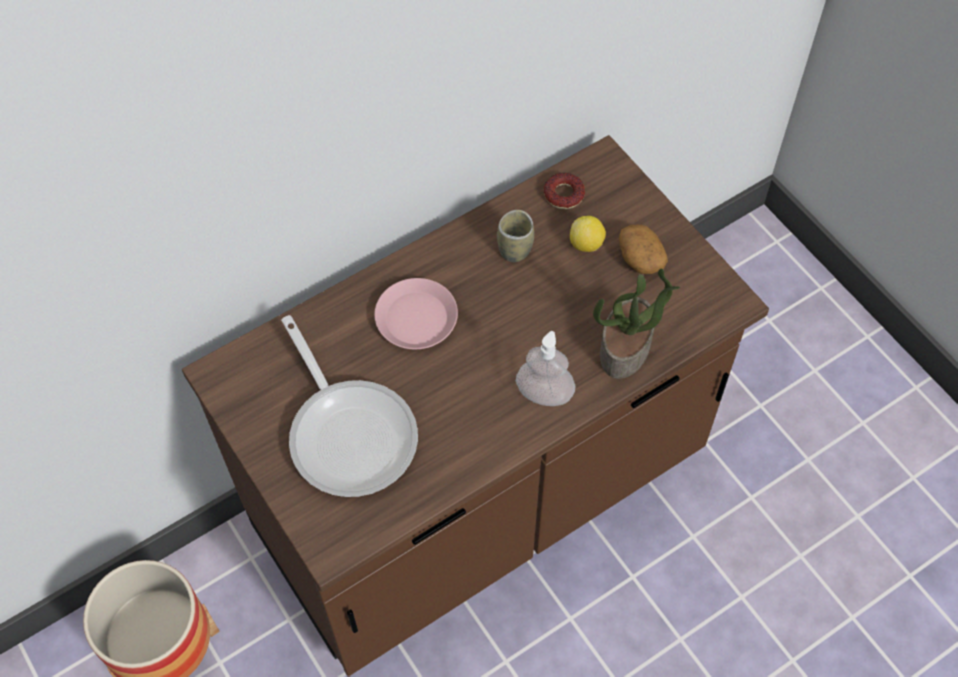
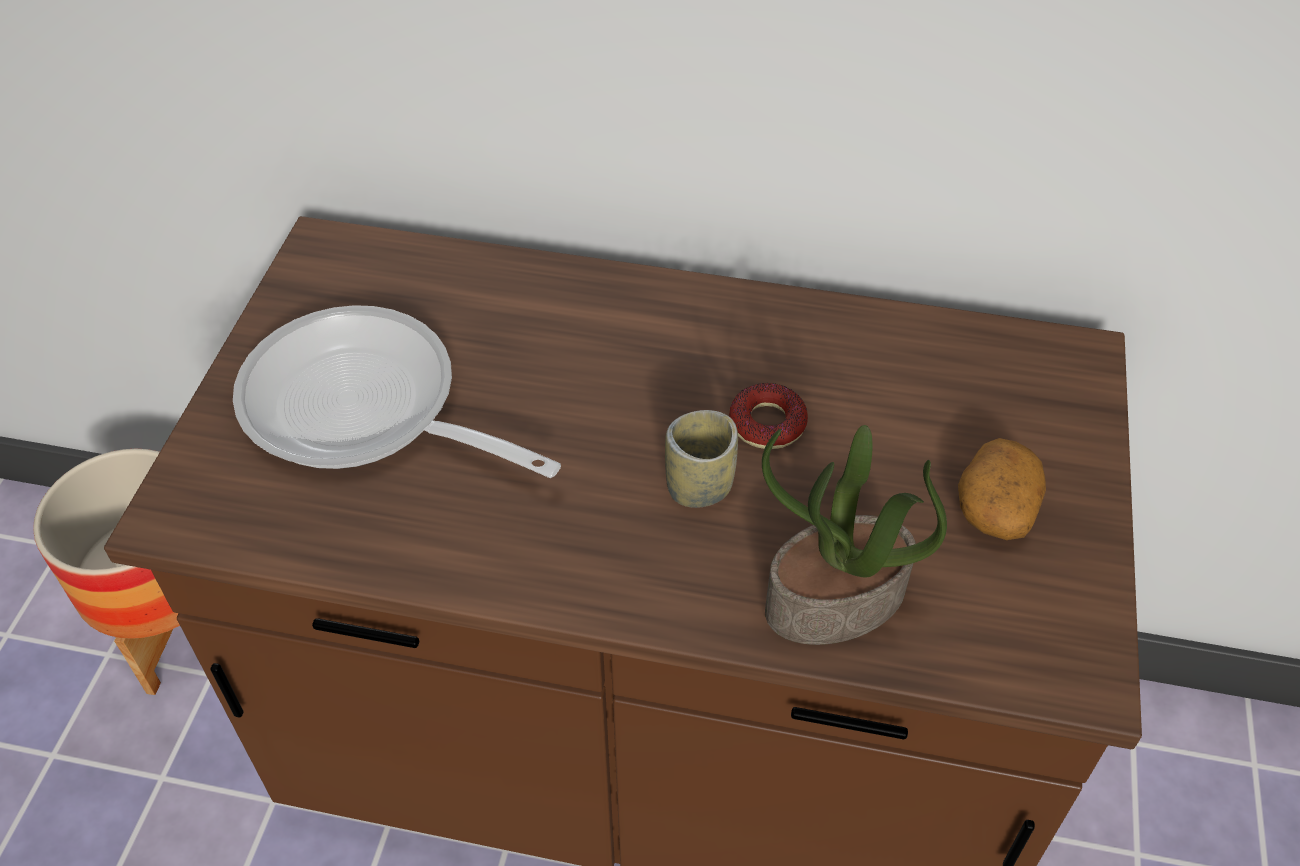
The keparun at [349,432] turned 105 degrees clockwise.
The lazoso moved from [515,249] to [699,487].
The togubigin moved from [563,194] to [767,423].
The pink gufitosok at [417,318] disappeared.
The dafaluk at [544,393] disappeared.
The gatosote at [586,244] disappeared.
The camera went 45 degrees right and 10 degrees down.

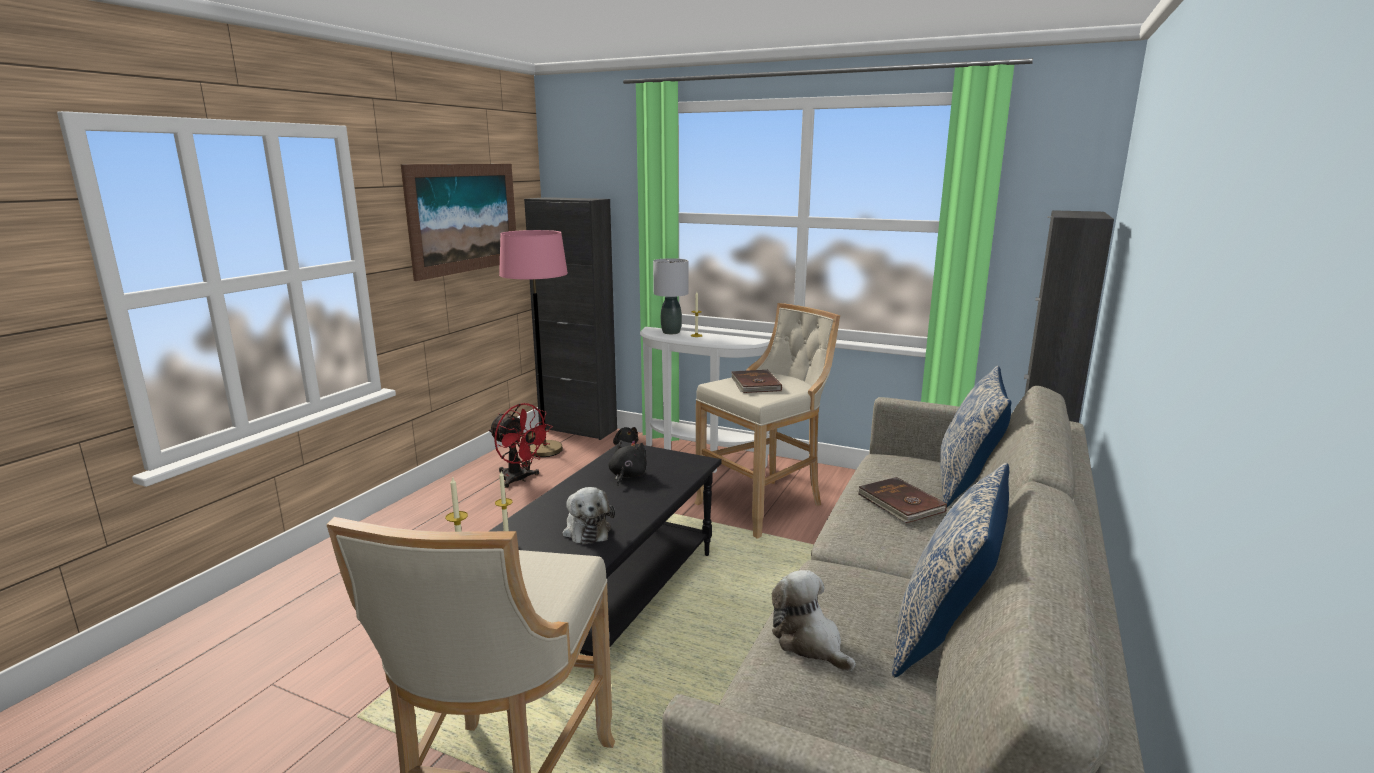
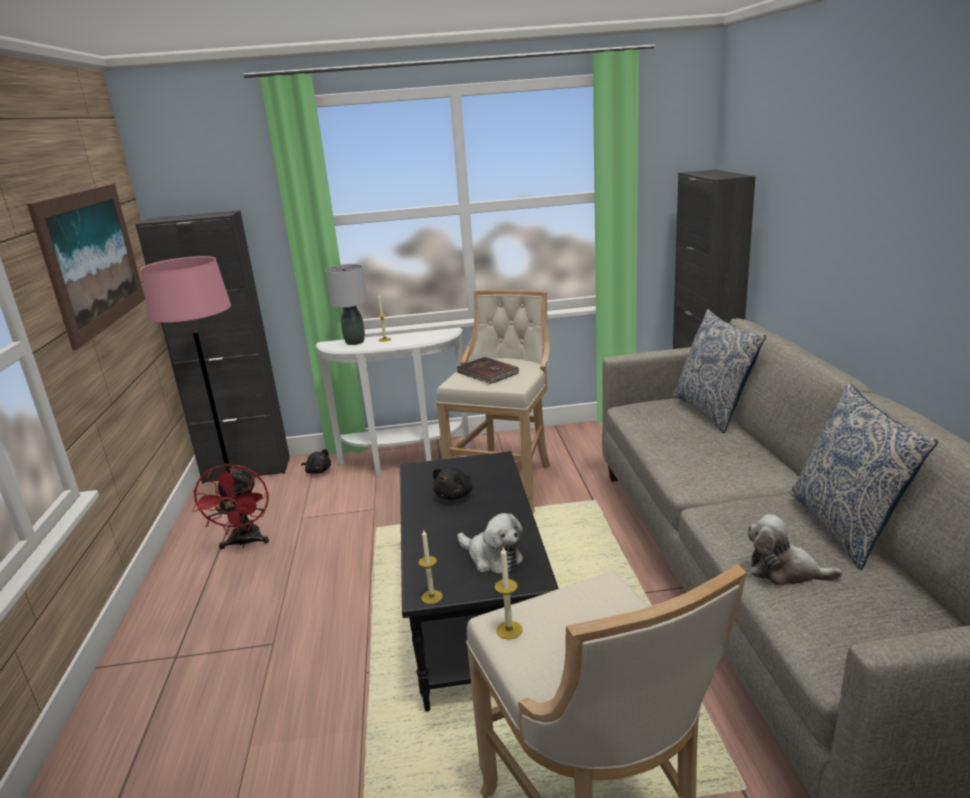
The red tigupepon at [520,479] turned 75 degrees clockwise.
The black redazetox at [627,476] turned 135 degrees counterclockwise.
The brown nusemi at [900,503] disappeared.
The camera went 30 degrees left and 5 degrees up.

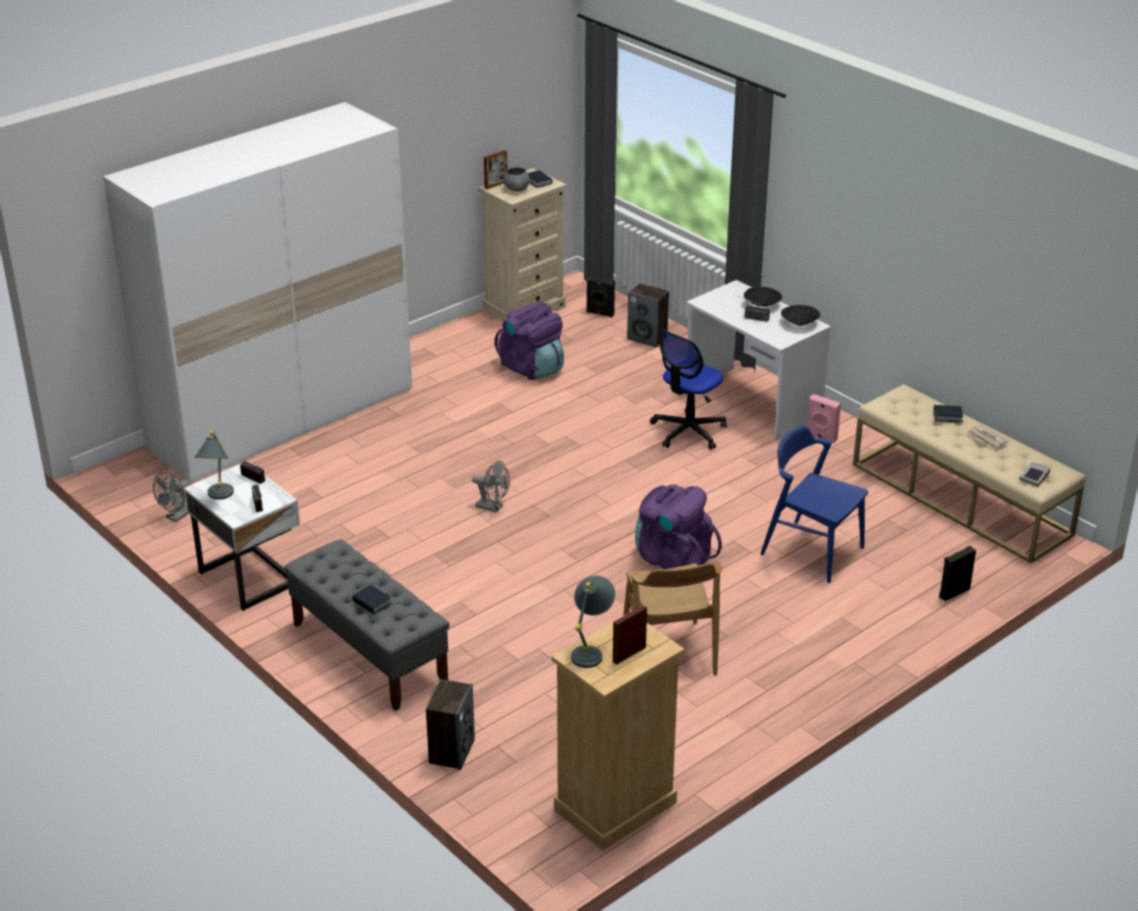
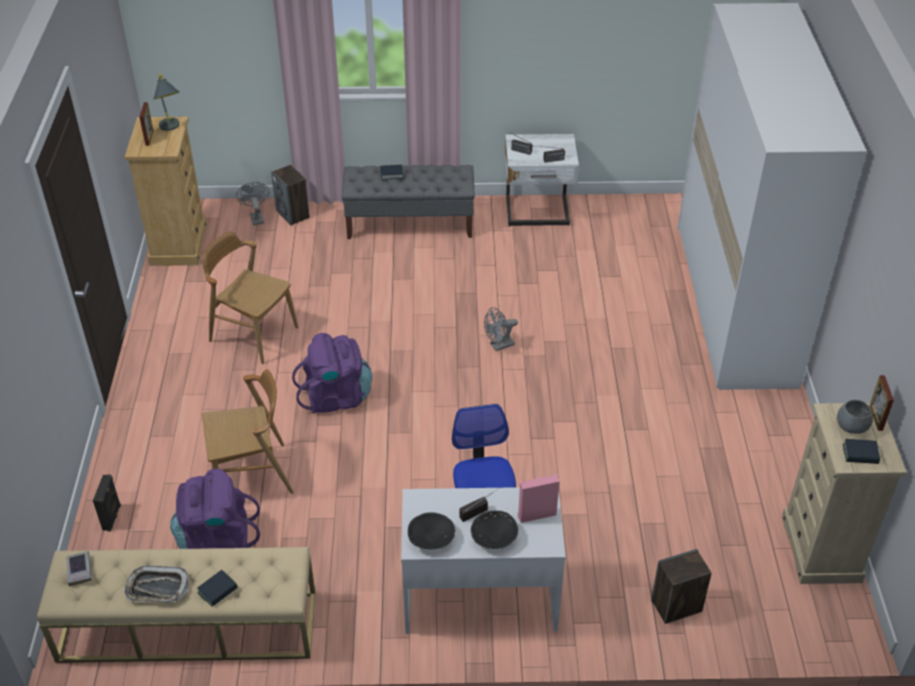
The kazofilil at [987,439] was replaced by the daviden at [157,588].
The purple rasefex moved from [532,368] to [217,539].
The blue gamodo at [812,551] became the brown gamodo at [252,475].
The grey tigupepon moved from [176,517] to [256,217].
The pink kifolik moved from [821,437] to [536,514].
The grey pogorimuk at [218,498] disappeared.
The black kifolik at [600,313] disappeared.
The camera went 130 degrees right and 10 degrees up.

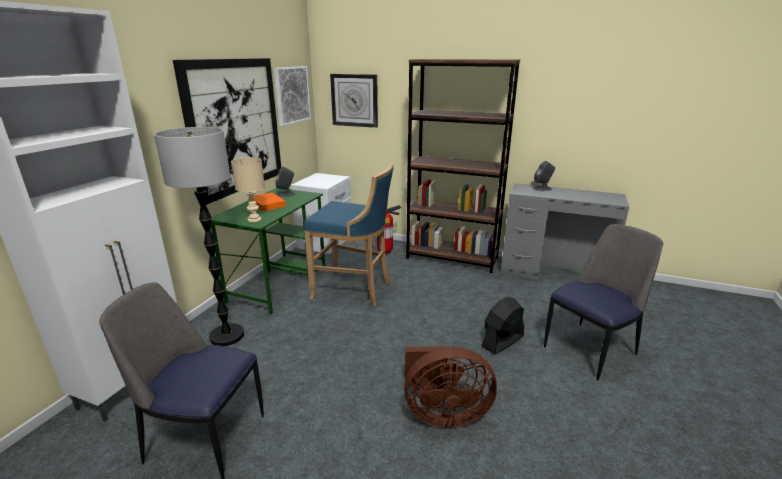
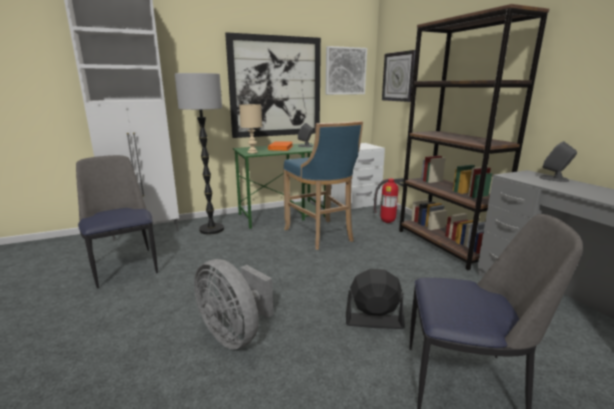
The brown tigupepon at [442,413] became the grey tigupepon at [235,334].
The camera went 45 degrees right and 5 degrees down.

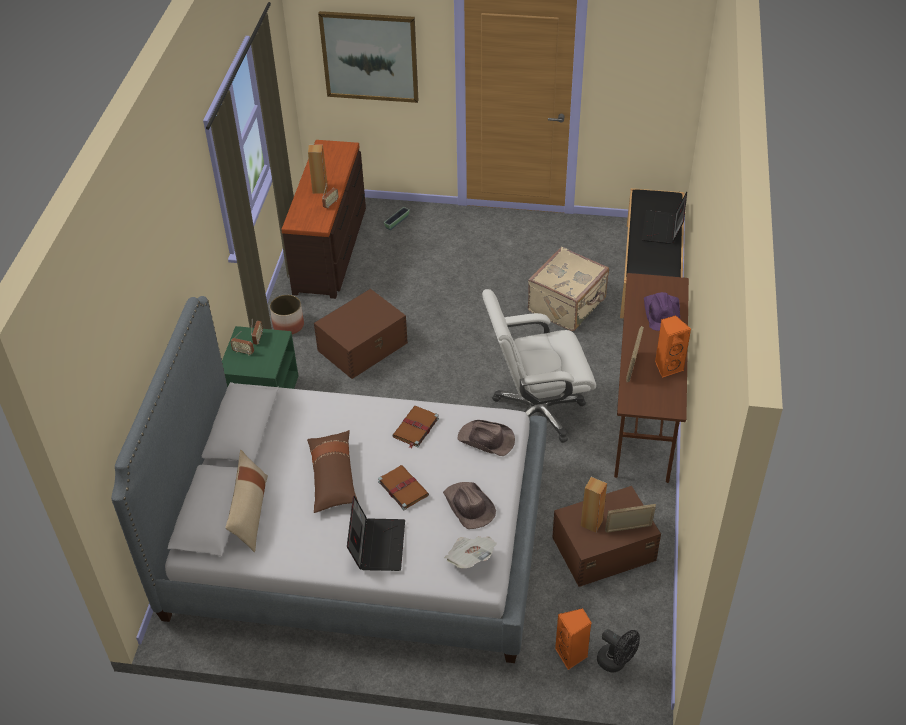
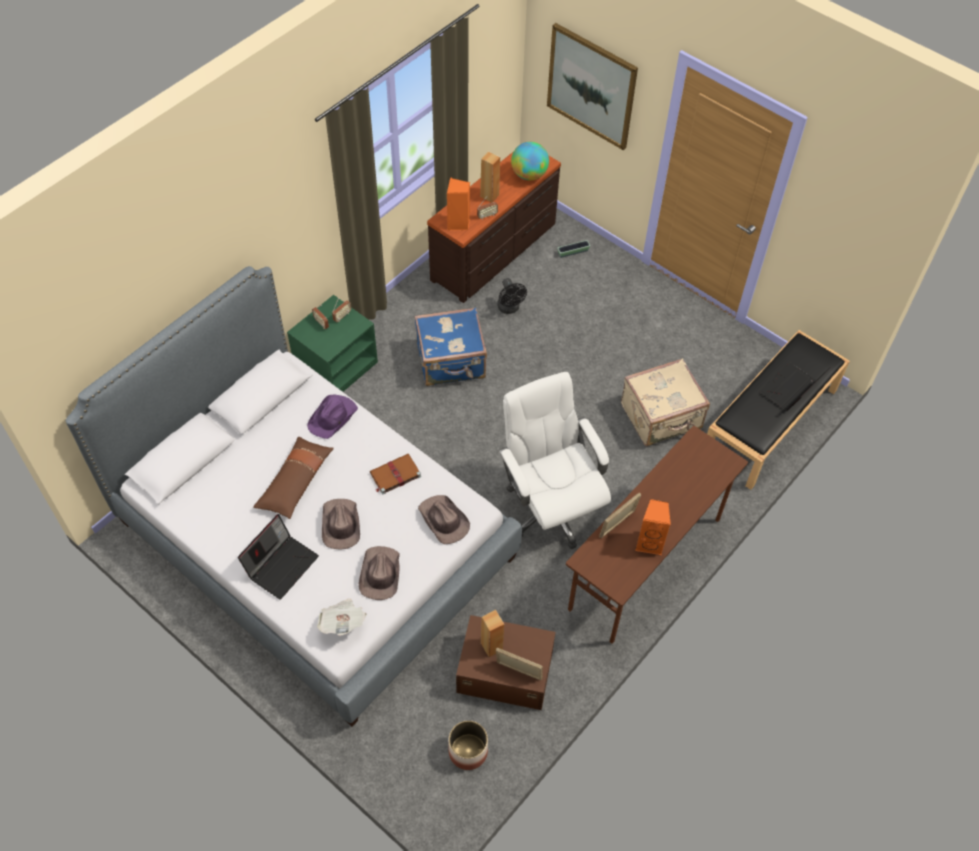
The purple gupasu moved from [662,313] to [333,417].
The brown nusemi at [402,488] was replaced by the brown gupasu at [340,525].
The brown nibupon at [363,346] was replaced by the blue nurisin at [451,362].
The orange kifolik moved from [572,655] to [458,224].
The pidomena moved from [288,326] to [467,751].
The black tigupepon moved from [616,662] to [509,308].
The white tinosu at [536,412] turned 45 degrees clockwise.
The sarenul at [529,175] appeared.
The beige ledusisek at [250,512] disappeared.
The camera went 30 degrees right and 10 degrees up.

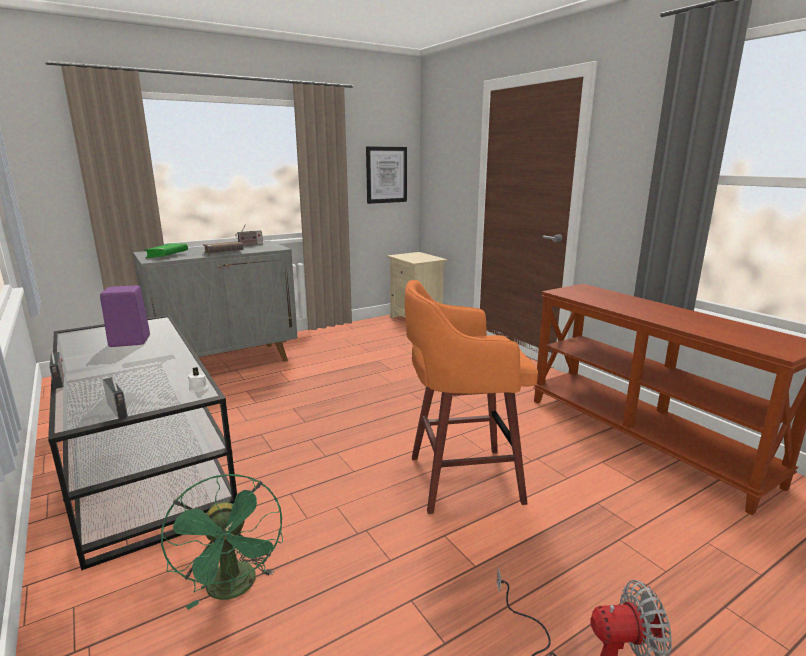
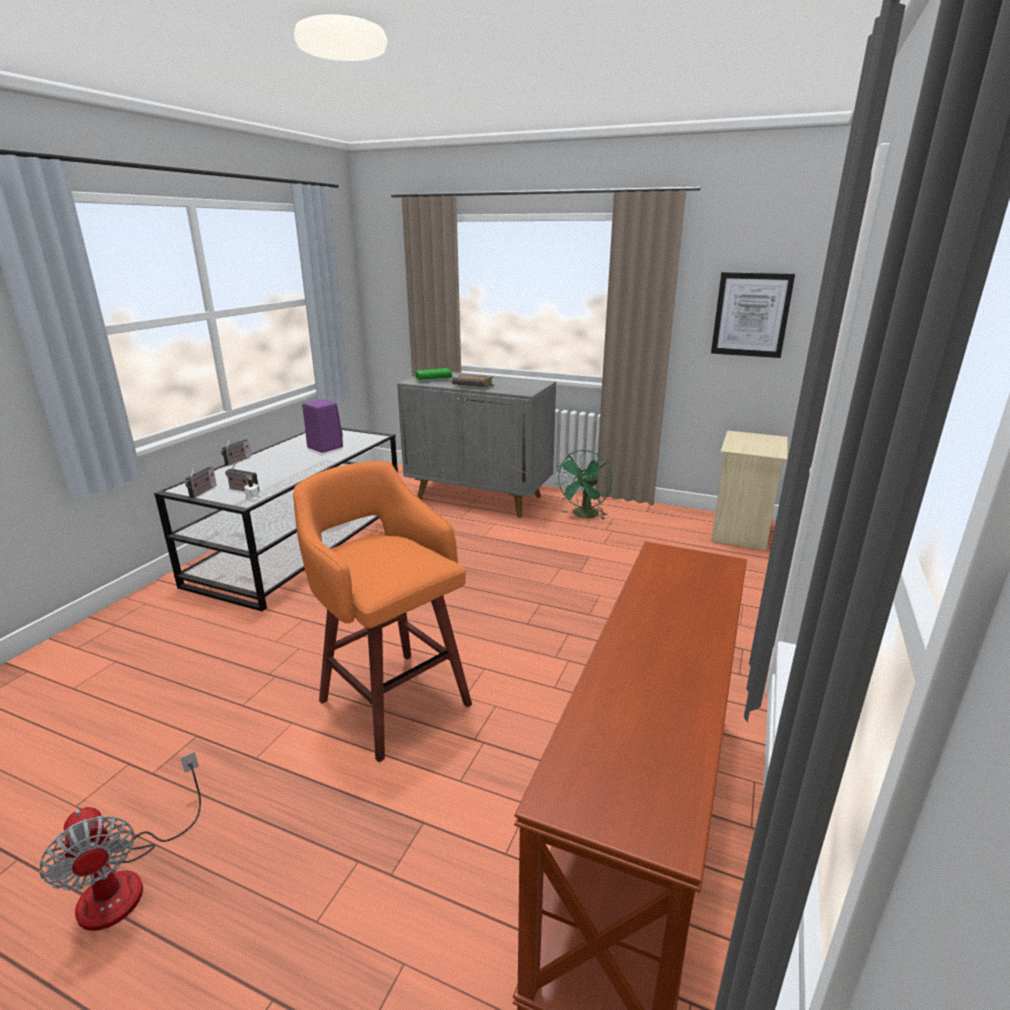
The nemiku moved from [249,245] to [242,490].
The green tigupepon moved from [234,589] to [584,516].
The camera went 55 degrees right and 5 degrees up.

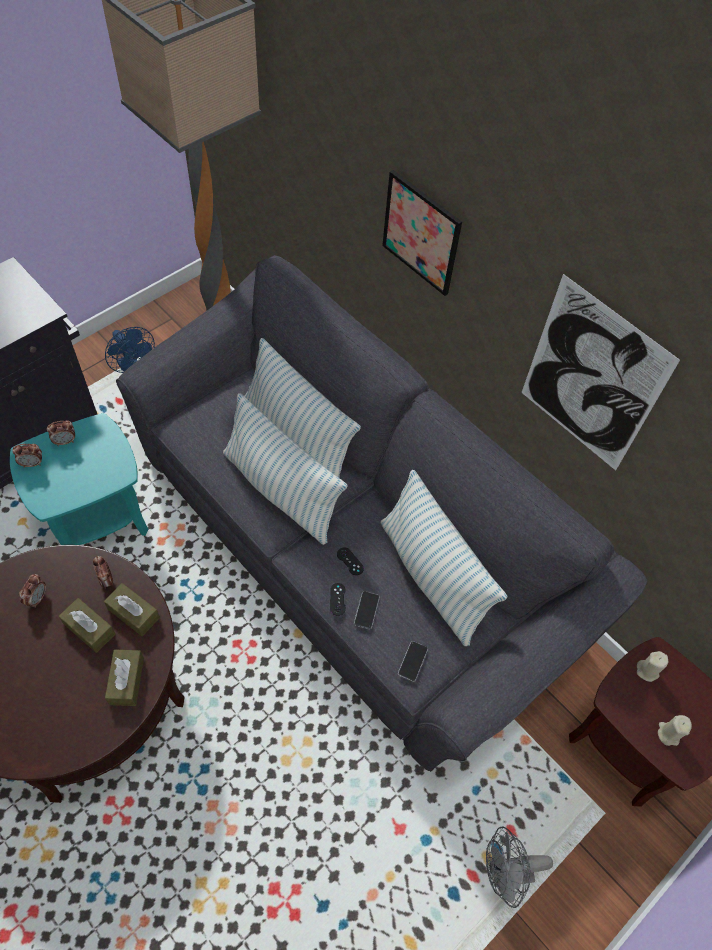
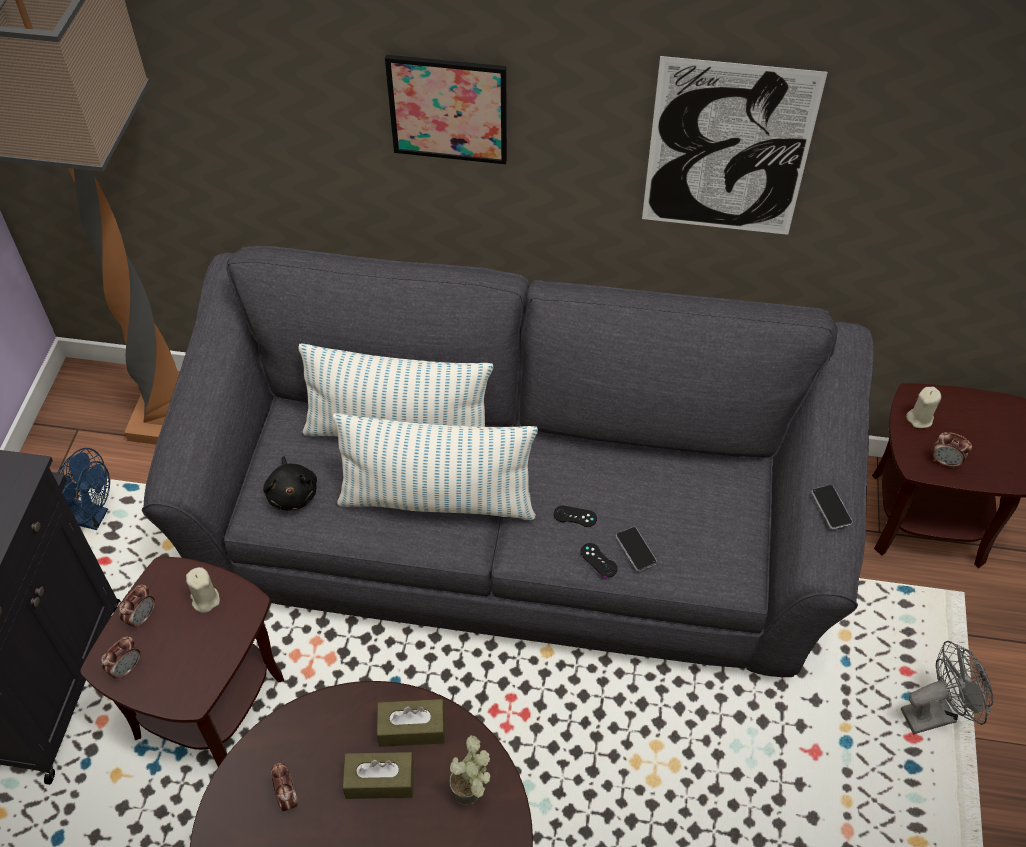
The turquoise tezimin at [97,519] became the brown tezimin at [208,705].
The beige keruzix moved from [668,733] to [205,599].
The black redazetox at [292,493] appeared.
The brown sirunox at [126,681] was replaced by the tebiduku at [473,797].
The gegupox moved from [413,661] to [831,507].
The grey tigupepon at [504,873] turned 150 degrees counterclockwise.
The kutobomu moved from [106,580] to [945,462].
The ledusisek at [432,576] disappeared.
The camera went 35 degrees left and 5 degrees down.

